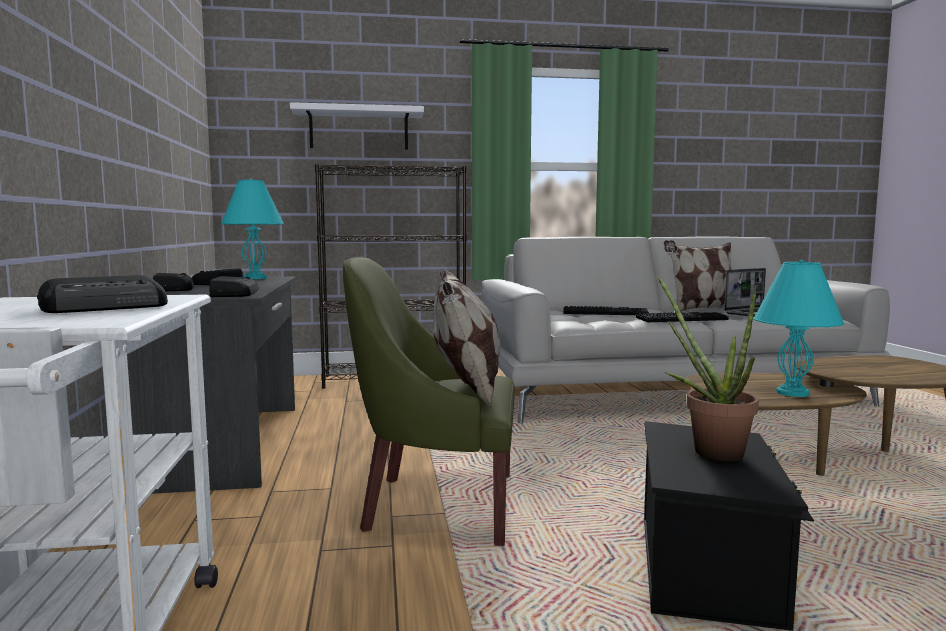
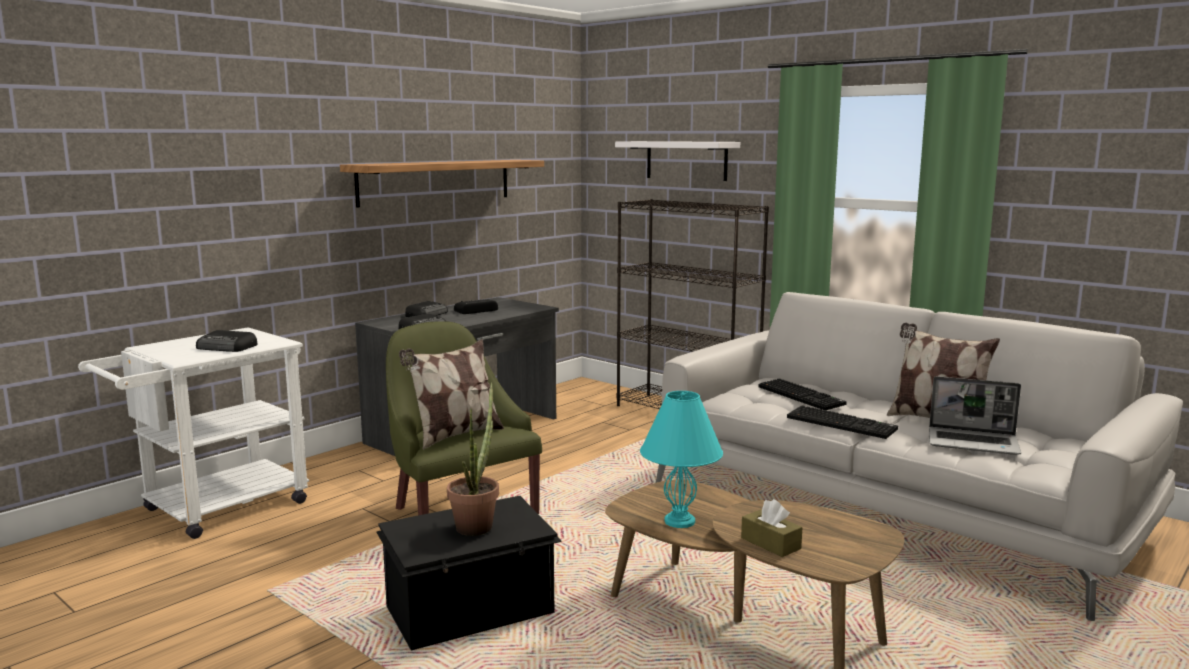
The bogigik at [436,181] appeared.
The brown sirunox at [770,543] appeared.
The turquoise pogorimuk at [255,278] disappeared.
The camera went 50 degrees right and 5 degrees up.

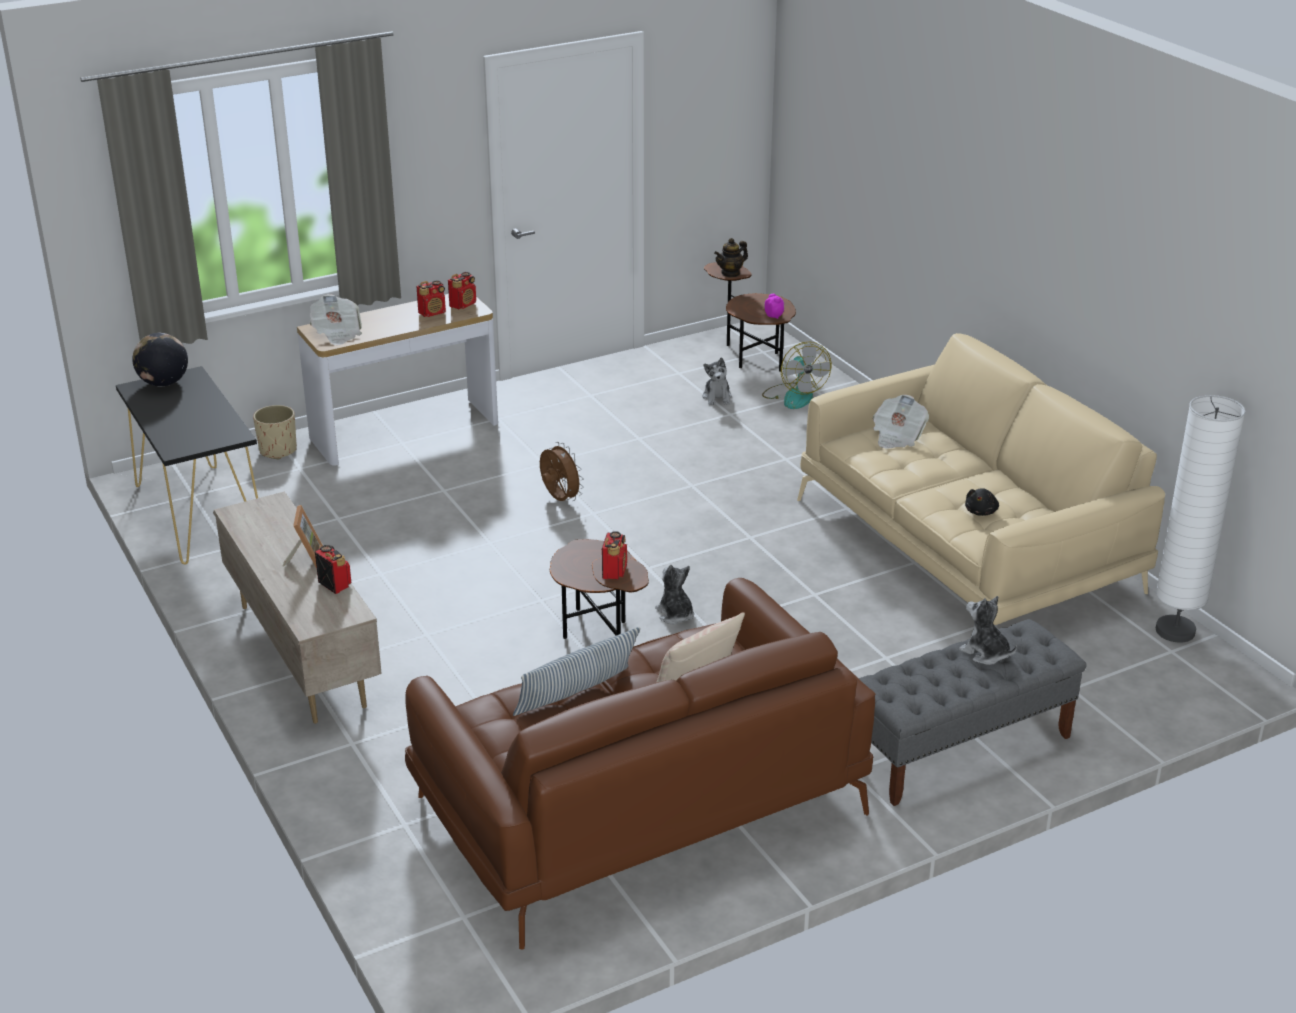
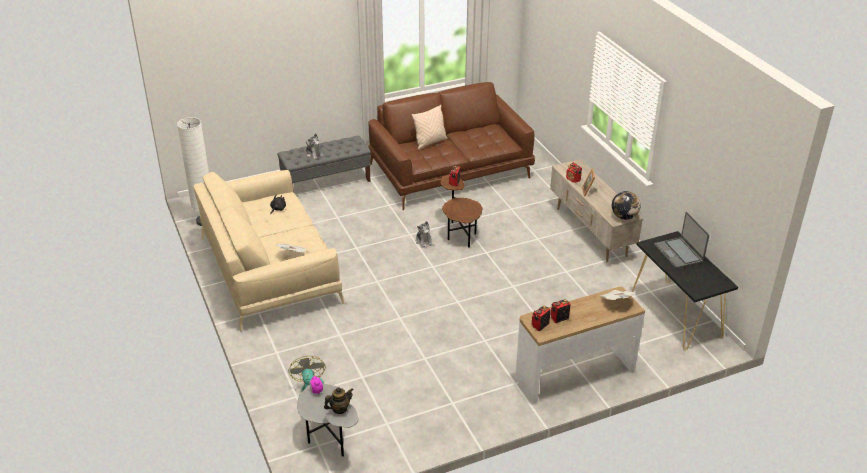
The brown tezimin at [750,356] became the grey tezimin at [330,440].
The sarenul moved from [163,383] to [624,217].
The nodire at [679,253] appeared.
The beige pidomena at [278,450] disappeared.
The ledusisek at [576,696] disappeared.
The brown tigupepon at [559,499] disappeared.
The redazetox at [717,397] disappeared.
The camera went 175 degrees left and 5 degrees up.

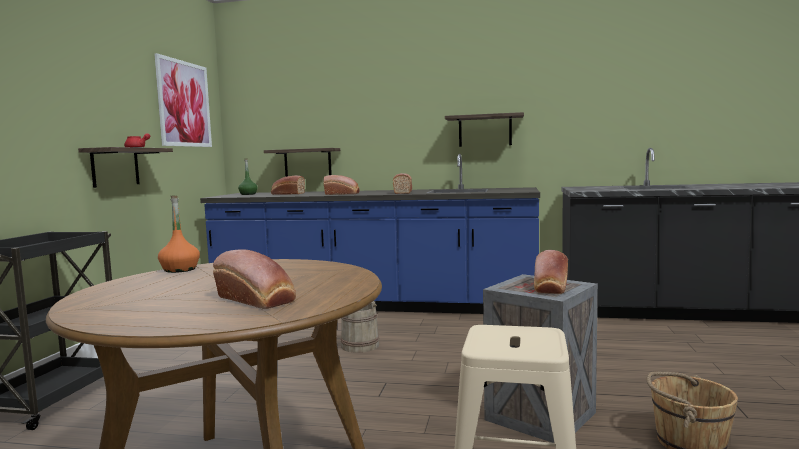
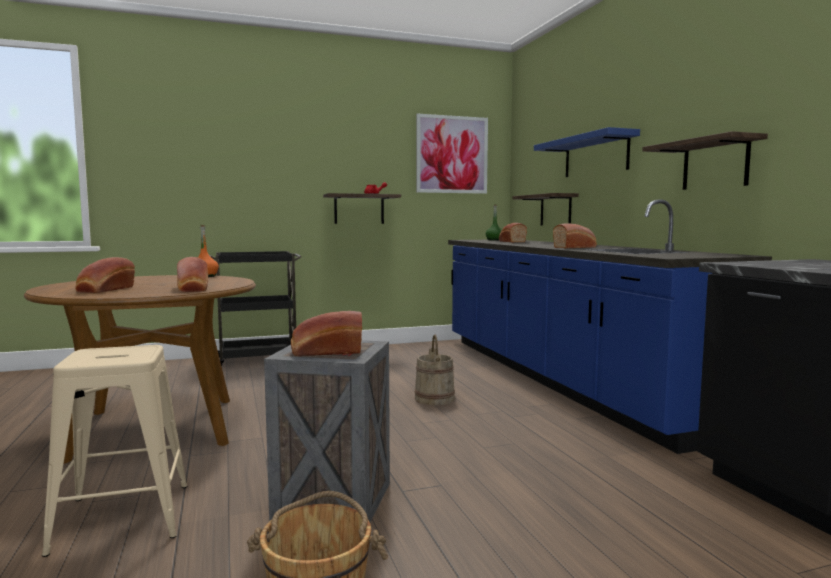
The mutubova moved from [343,194] to [193,289].
The blue bogigik at [595,156] appeared.
The camera went 60 degrees right and 0 degrees up.

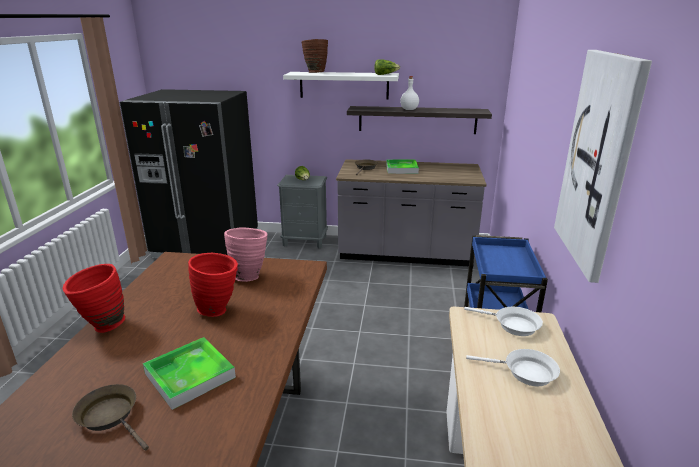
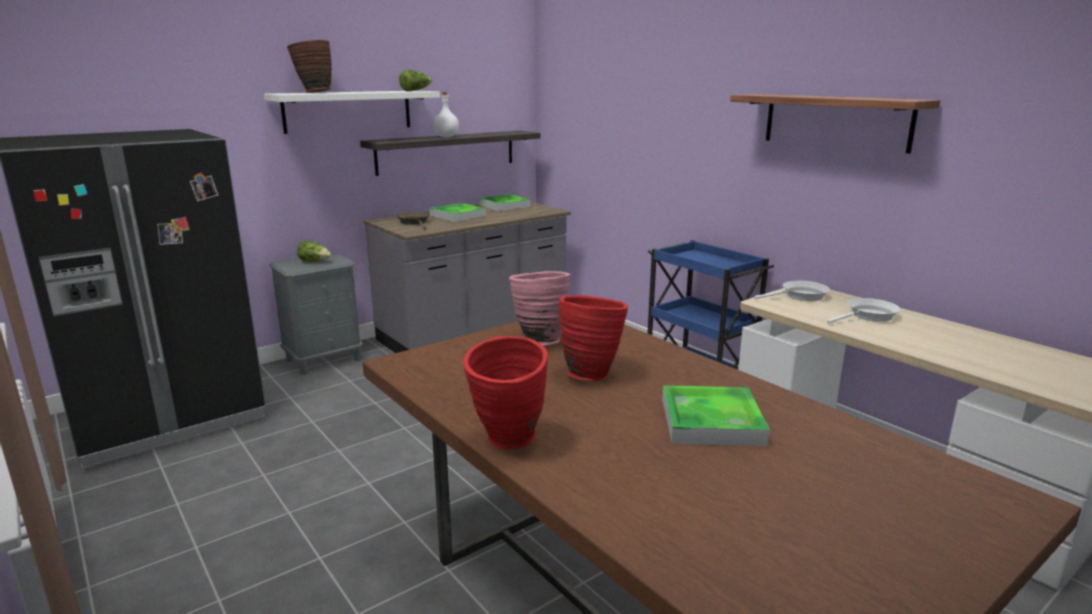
The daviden at [504,206] appeared.
The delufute at [599,162] was replaced by the bogigik at [835,121].
The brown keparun at [111,416] disappeared.
The camera went 45 degrees left and 5 degrees down.

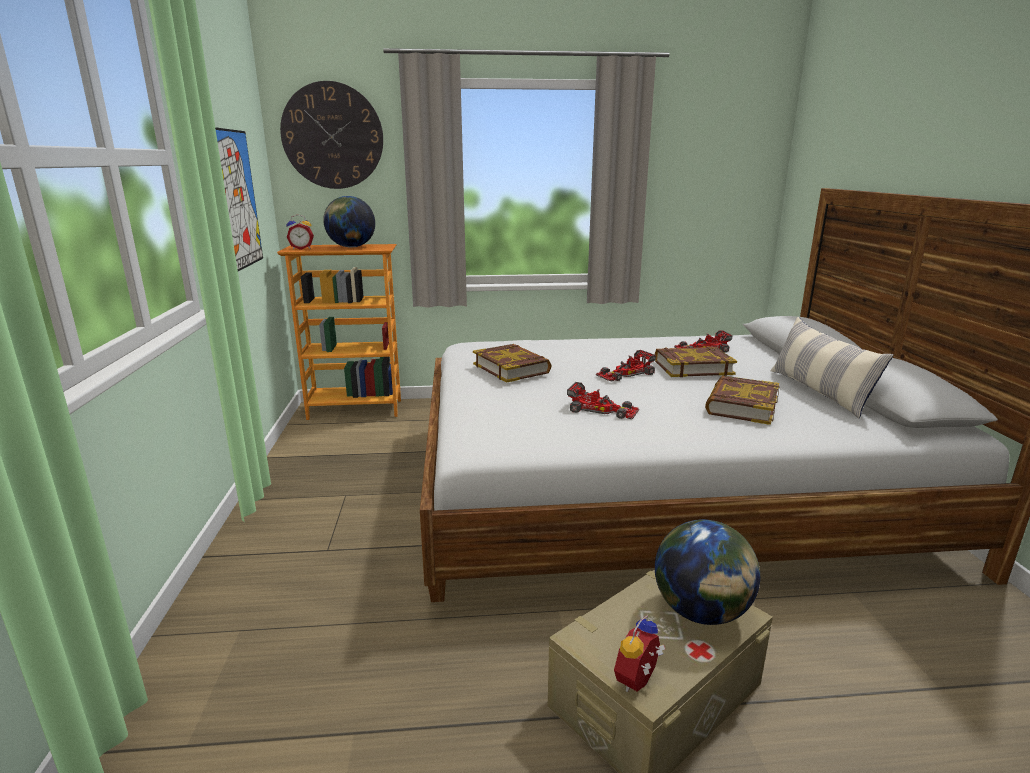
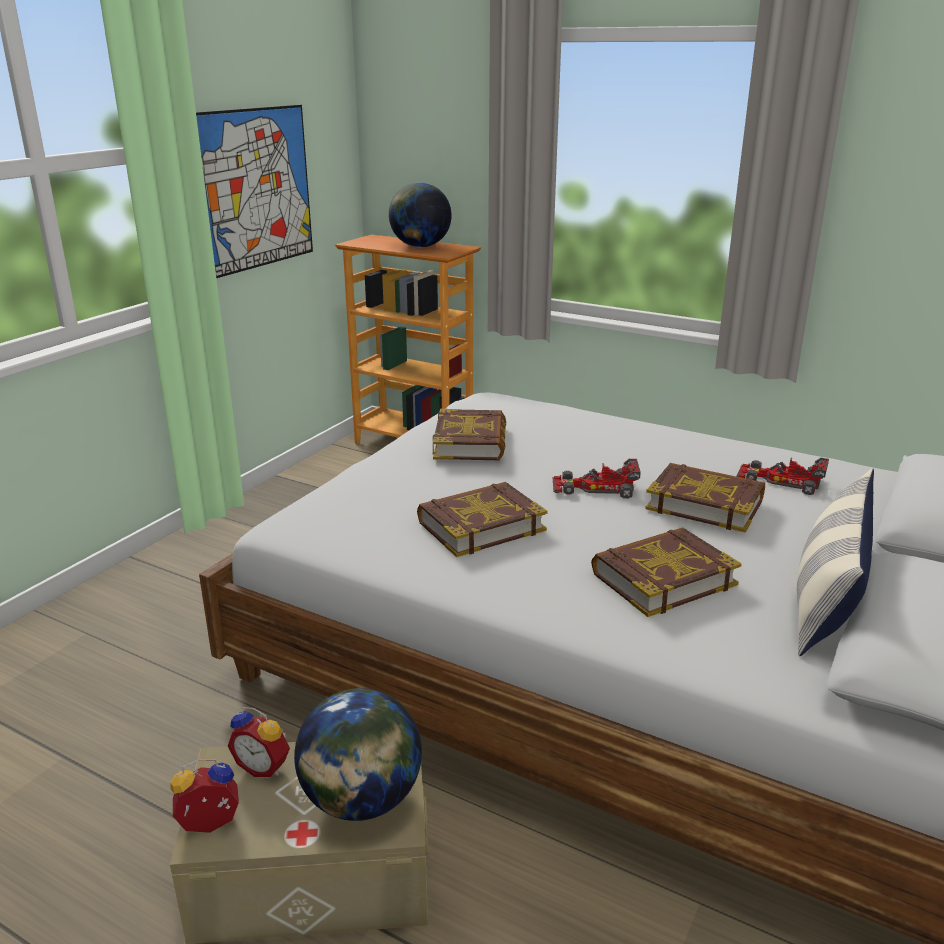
The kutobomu moved from [302,248] to [264,766].
The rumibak at [602,409] was replaced by the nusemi at [480,526].
The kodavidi at [332,136] disappeared.
The camera went 35 degrees right and 5 degrees up.

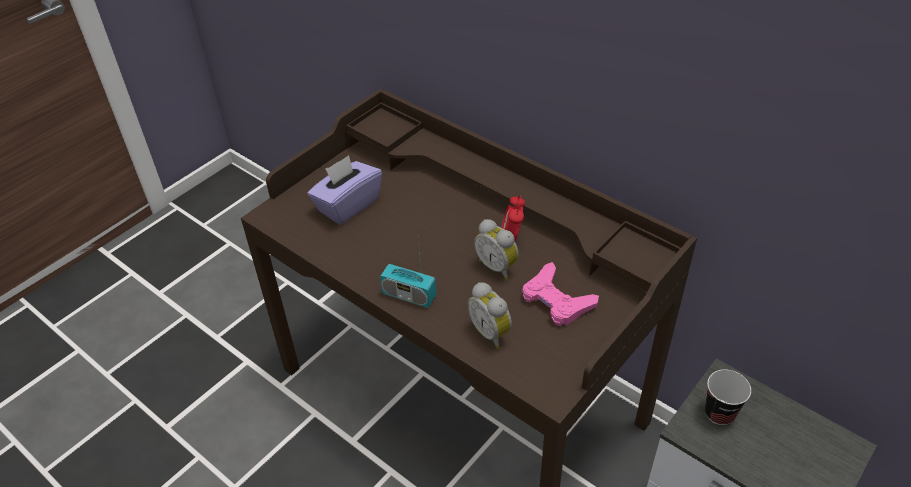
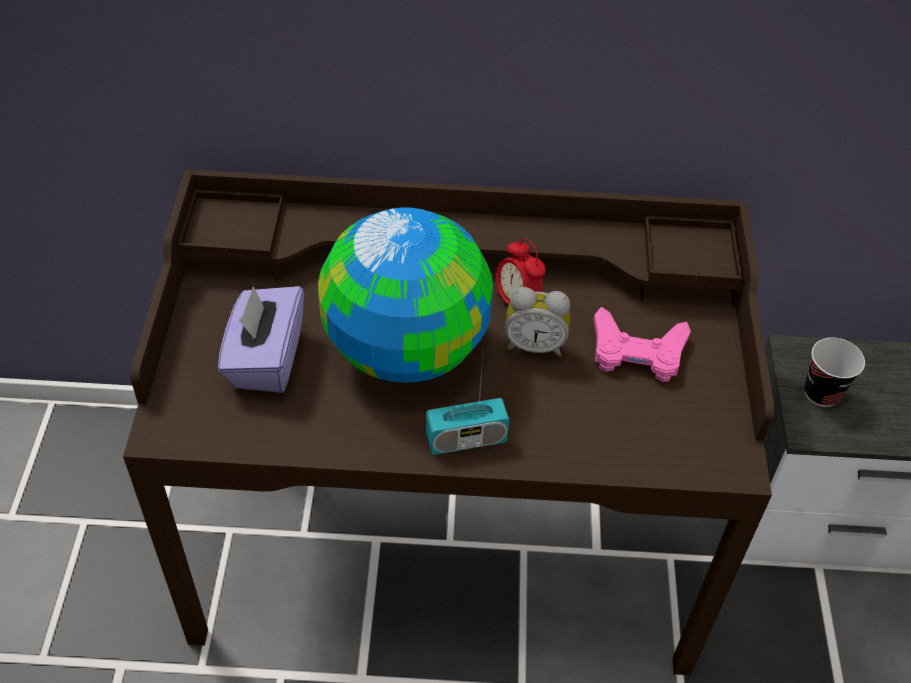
The sarenul at [407,349] appeared.
The kutobomu at [491,332] disappeared.
The camera went 40 degrees left and 5 degrees up.

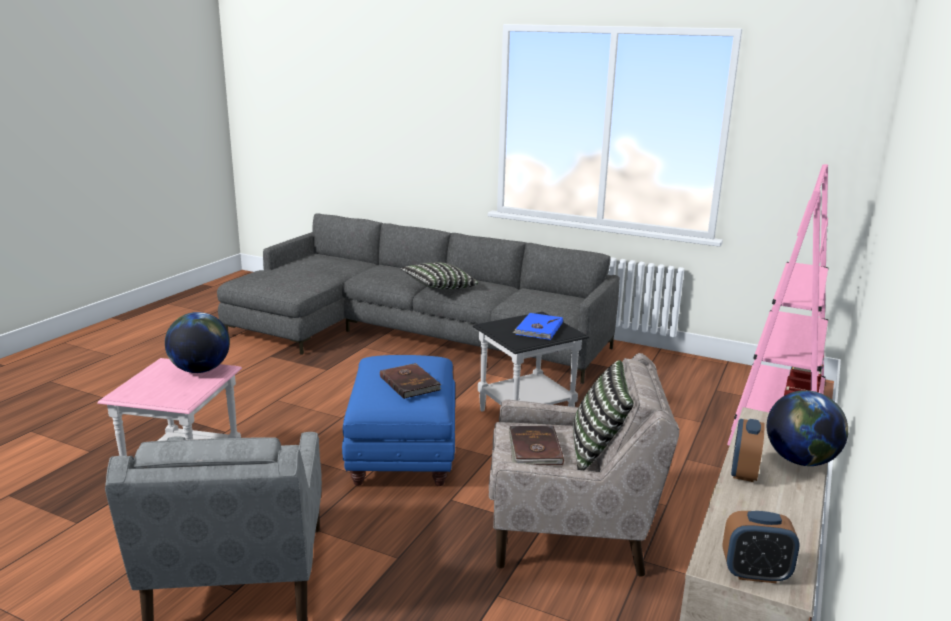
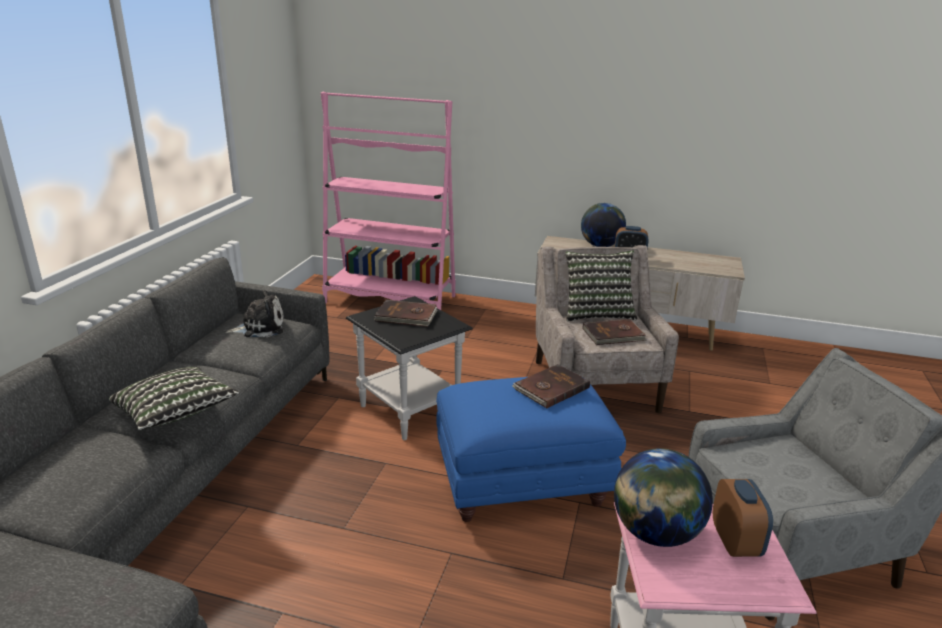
The redazetox at [260,327] appeared.
The blue nusemi at [538,329] became the brown nusemi at [406,316].
The kutobomu moved from [755,573] to [735,542].
The camera went 100 degrees left and 5 degrees up.

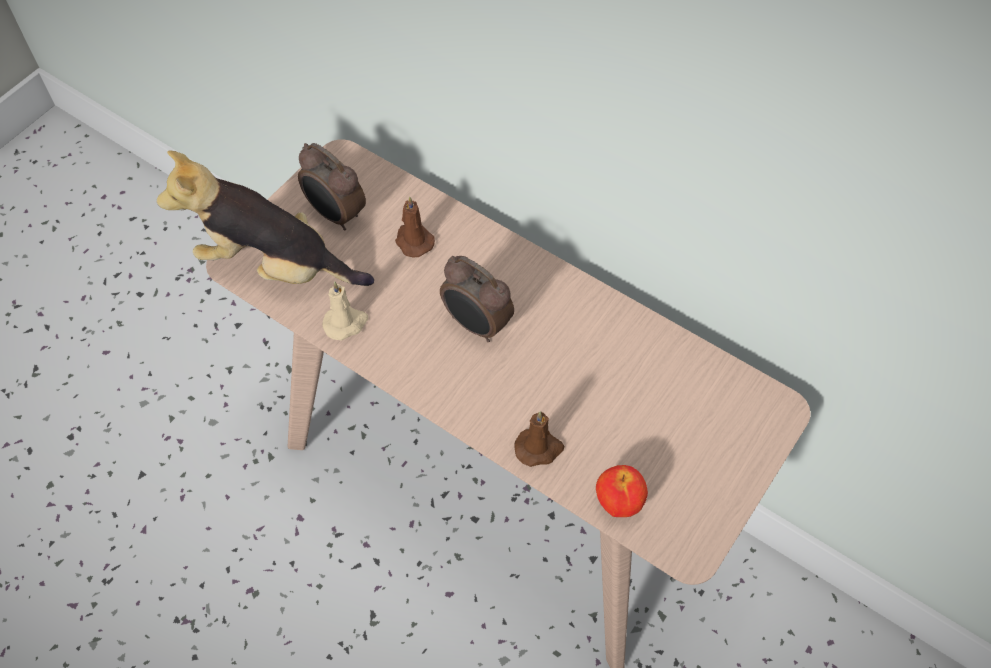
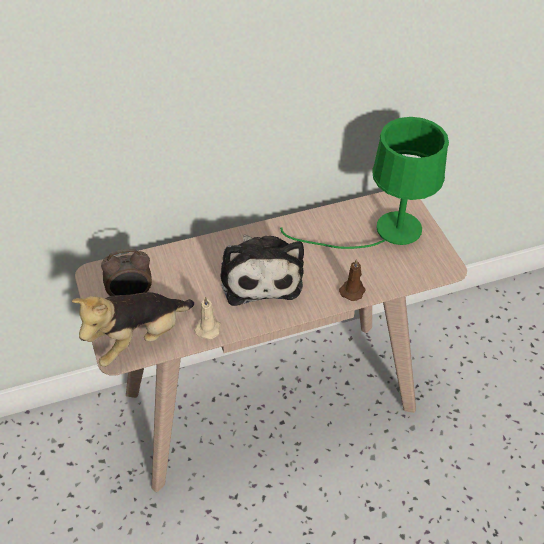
The kutobomu at [476,325] was replaced by the redazetox at [260,275].
The green pogorimuk at [385,235] appeared.
The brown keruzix at [413,241] disappeared.
The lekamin at [618,503] disappeared.
The camera went 55 degrees left and 10 degrees down.

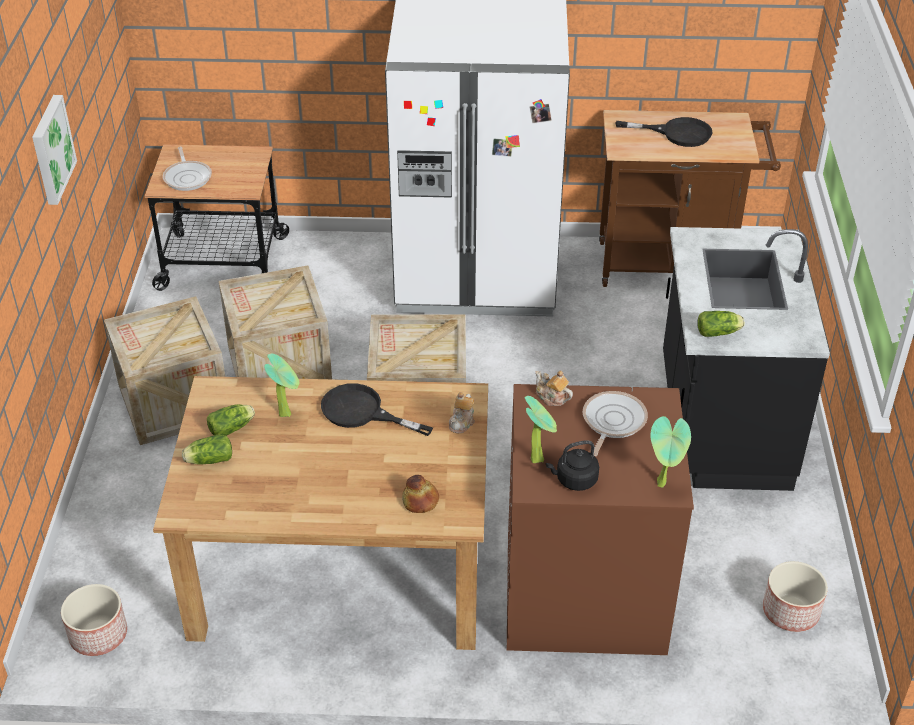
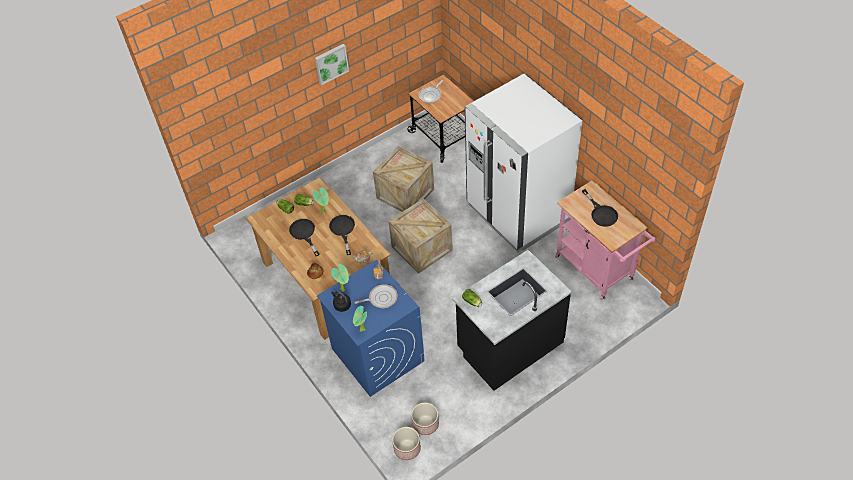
The black keparun at [304,234] appeared.
The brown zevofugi at [583,593] became the blue zevofugi at [377,354].
The pidomena moved from [97,635] to [407,448].
The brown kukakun at [673,265] became the pink kukakun at [597,271].
The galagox at [174,402] disappeared.
The camera went 55 degrees right and 10 degrees up.

